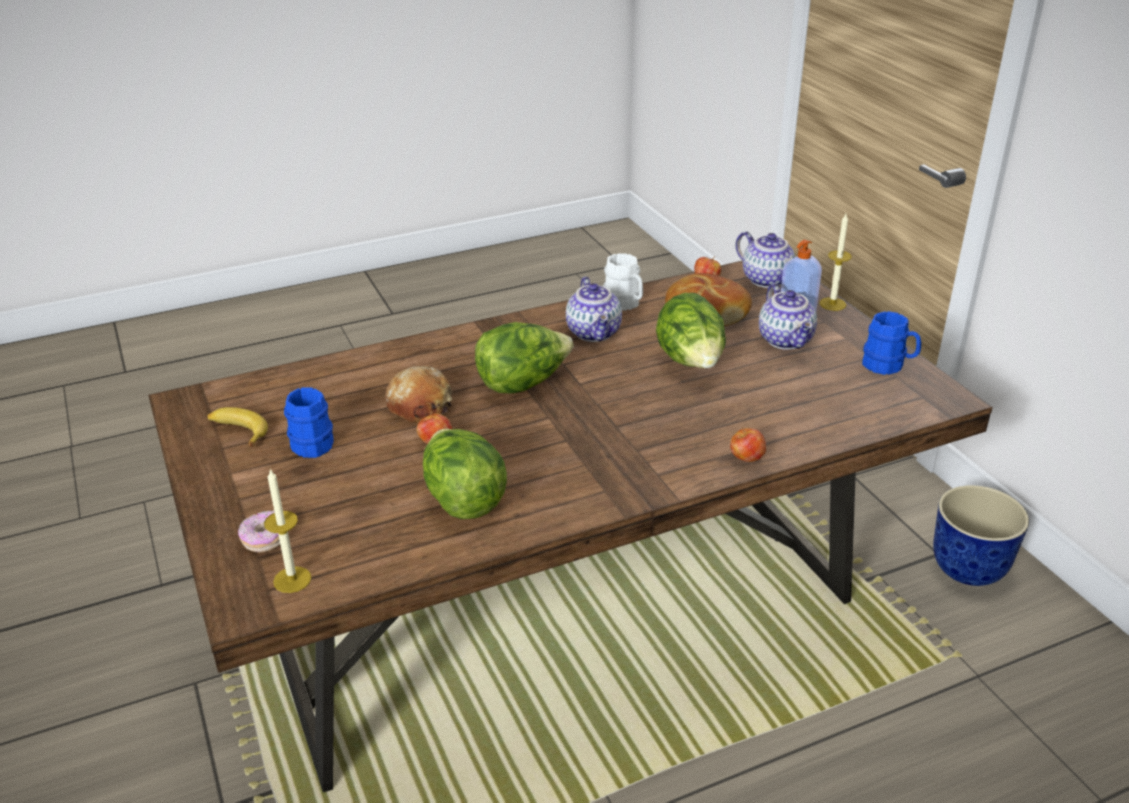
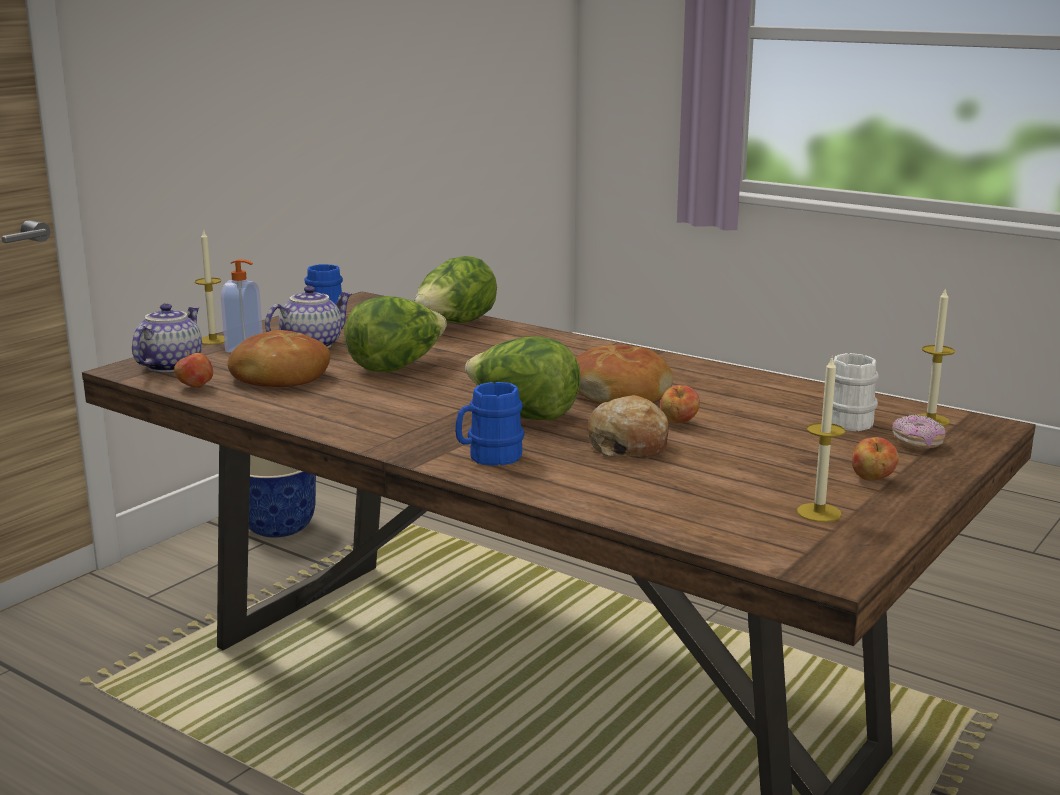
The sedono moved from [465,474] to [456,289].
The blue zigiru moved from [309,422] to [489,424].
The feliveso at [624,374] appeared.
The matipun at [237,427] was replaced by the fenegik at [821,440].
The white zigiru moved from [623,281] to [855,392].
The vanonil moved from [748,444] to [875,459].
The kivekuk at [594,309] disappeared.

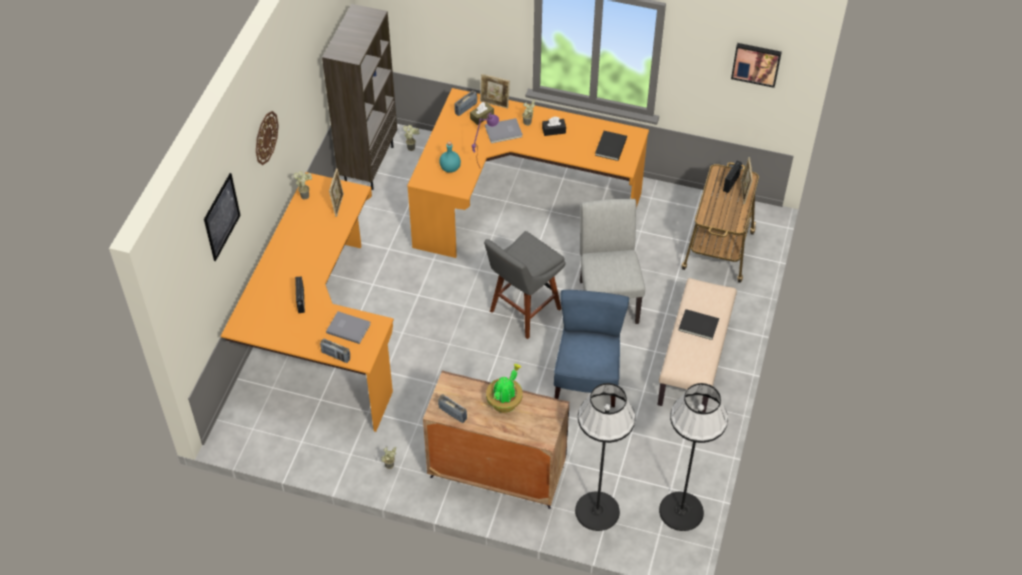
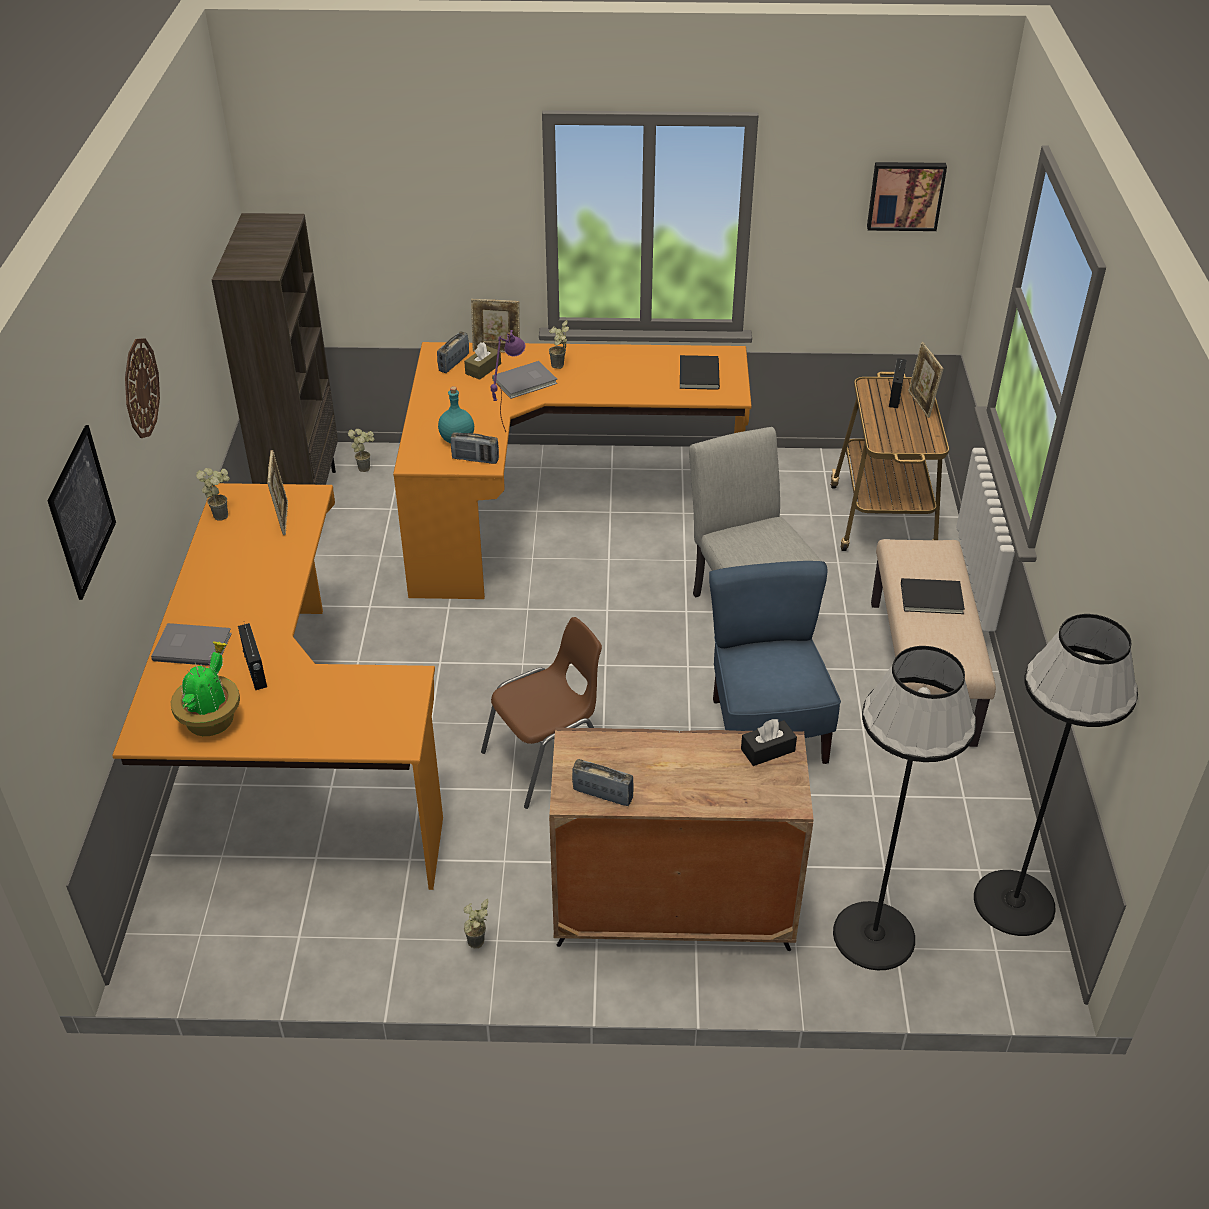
The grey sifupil moved from [348,327] to [191,644].
The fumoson moved from [504,388] to [205,688].
The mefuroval moved from [335,350] to [475,448].
The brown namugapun at [541,713] appeared.
The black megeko moved from [554,126] to [769,742].
The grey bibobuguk at [525,285] disappeared.

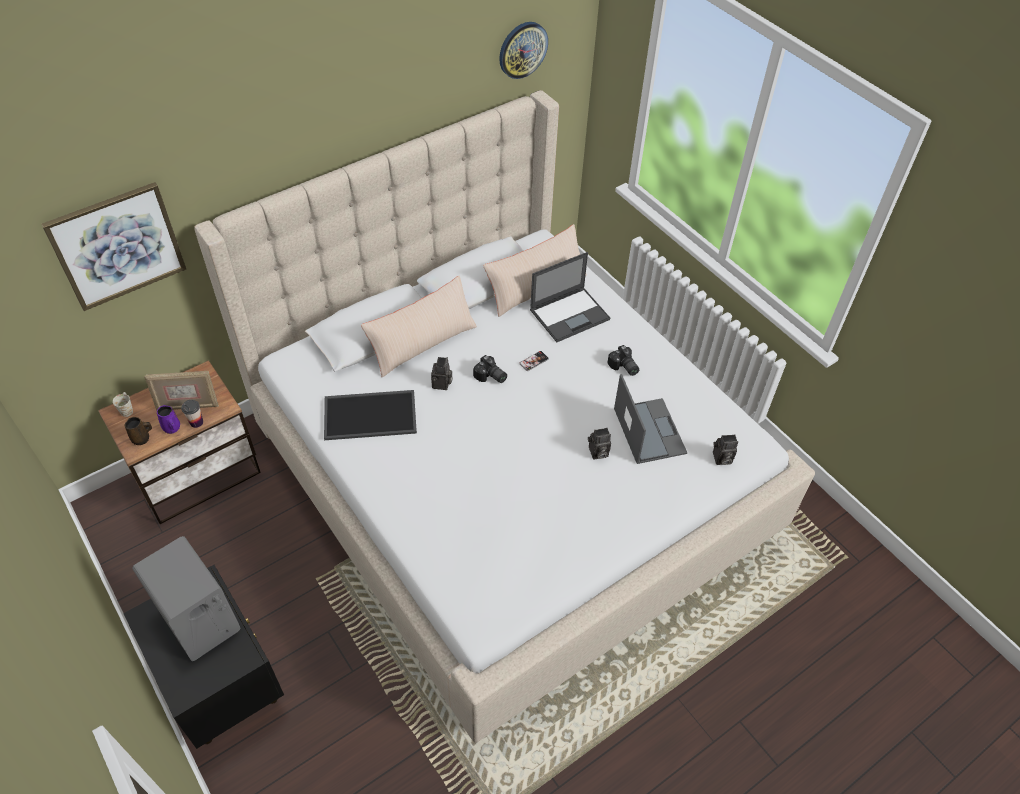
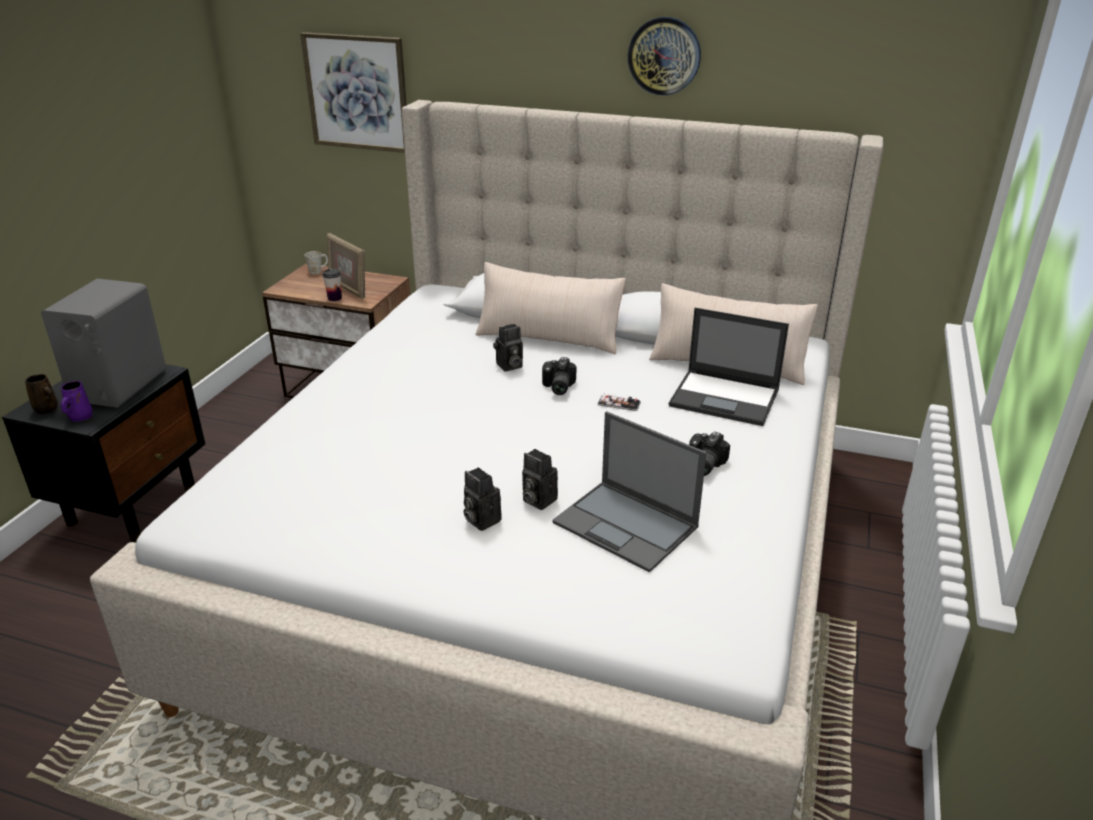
The brown zigiru moved from [138,431] to [41,394].
The purple zigiru moved from [168,419] to [76,401].
The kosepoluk moved from [725,449] to [483,499].
The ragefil at [650,419] turned 90 degrees clockwise.
The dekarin moved from [523,50] to [664,56].
The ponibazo at [370,415] disappeared.

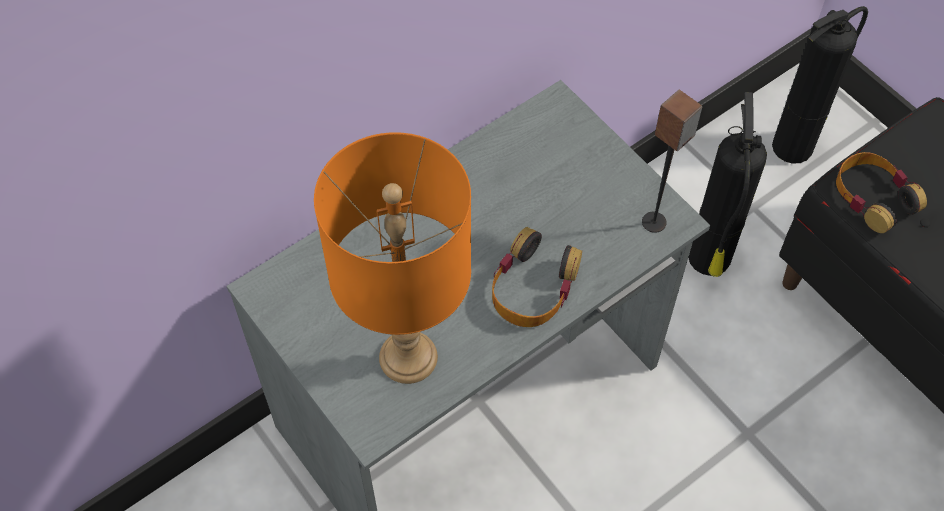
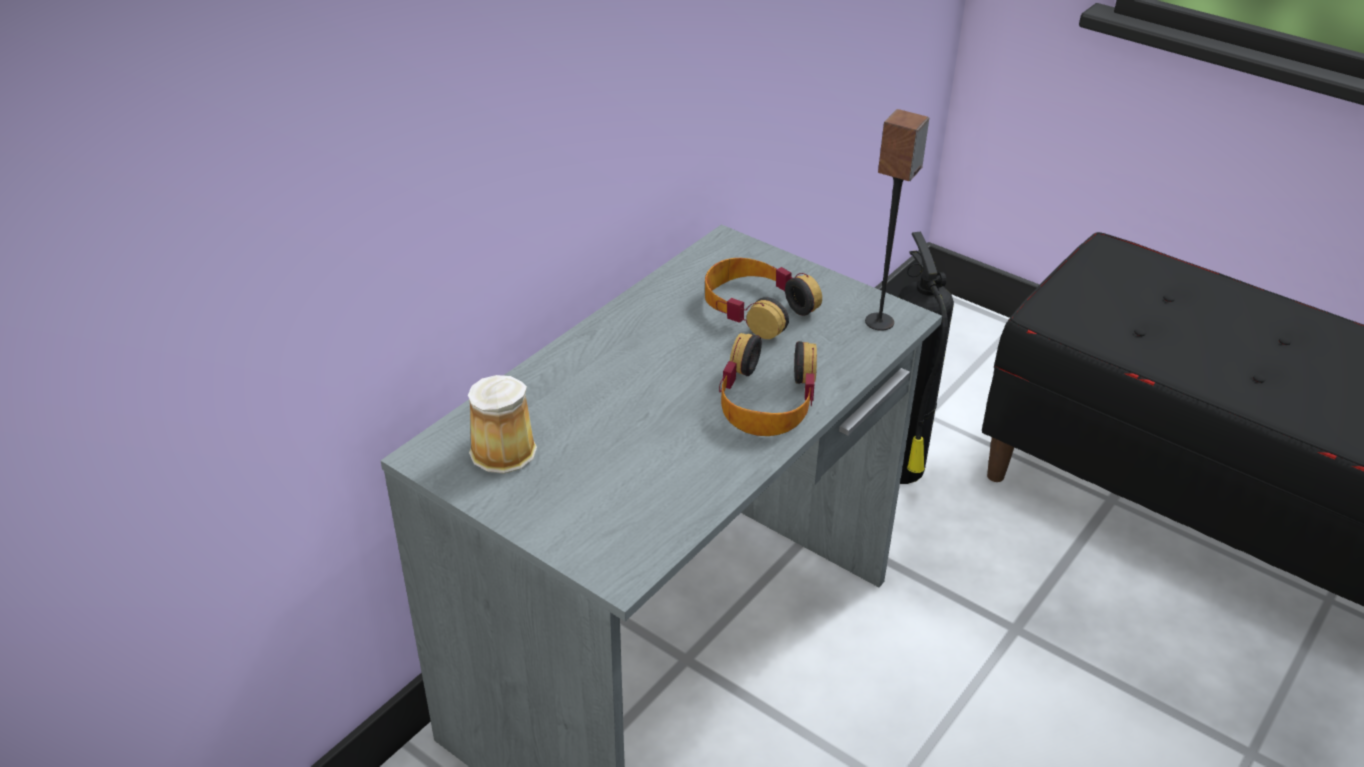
The zigiru at [502,424] appeared.
The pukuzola moved from [881,192] to [763,298].
The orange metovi at [392,258] disappeared.
The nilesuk at [820,85] disappeared.

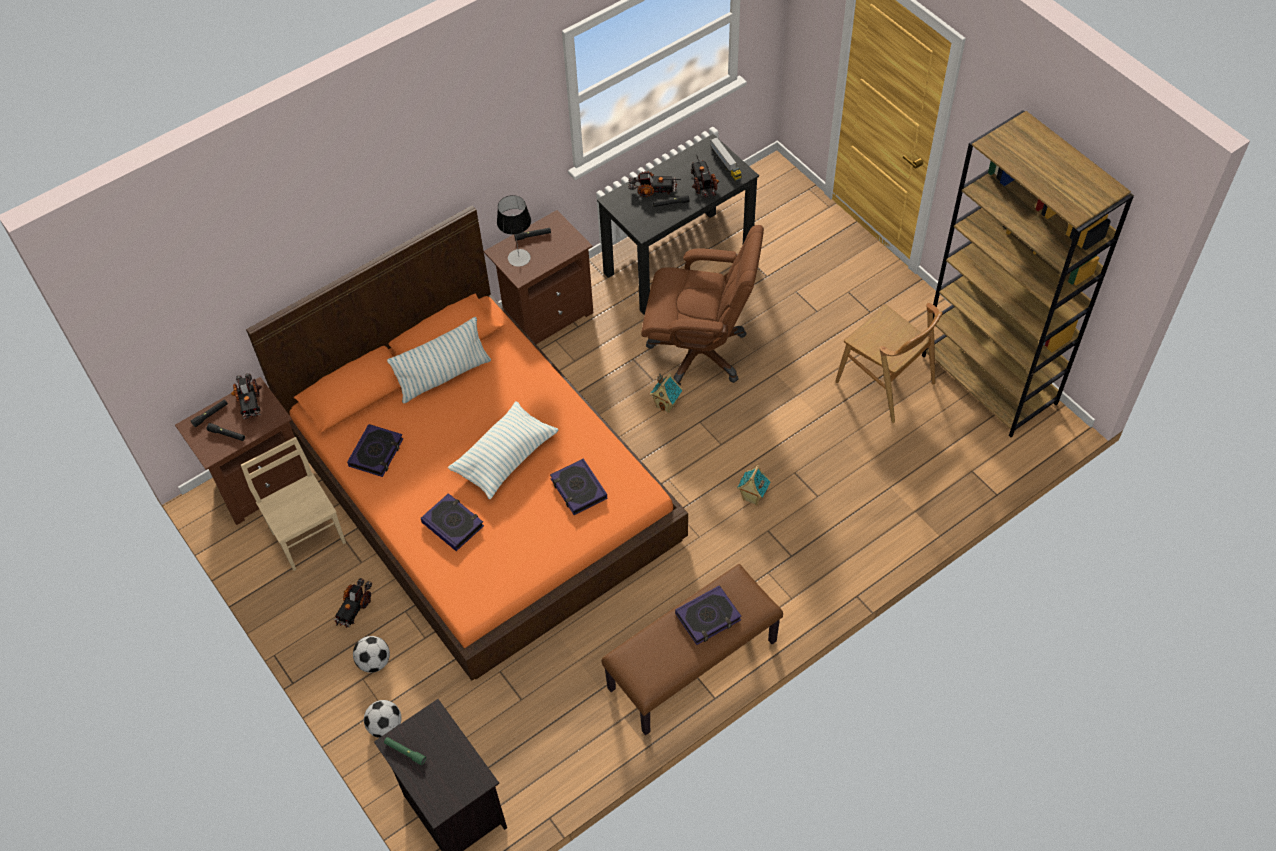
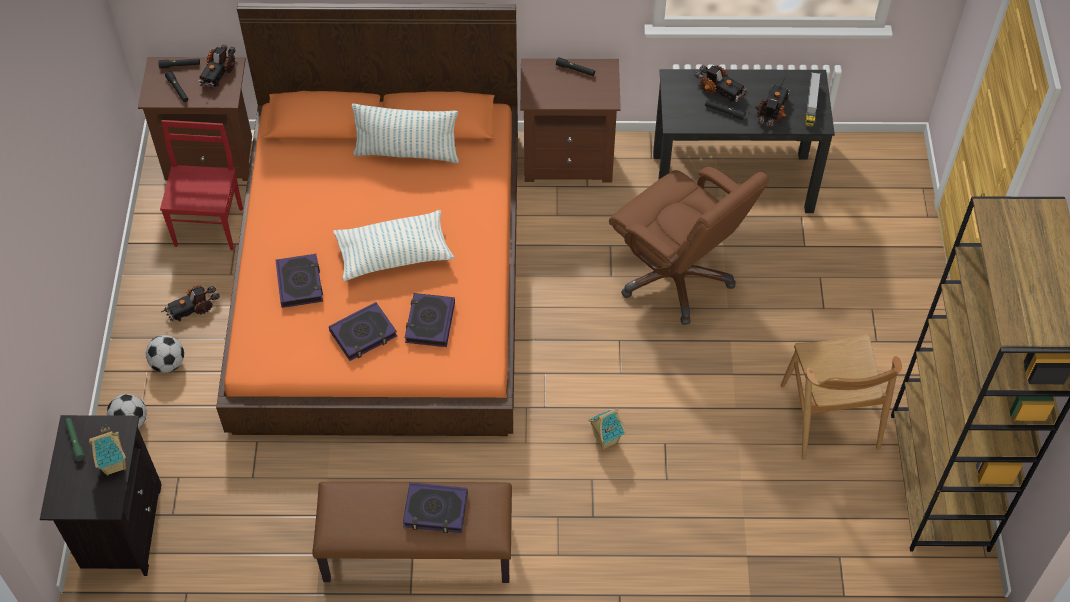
The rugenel moved from [666,393] to [107,450].
The beige namugapun at [293,504] became the red namugapun at [201,185].
The sifupil moved from [375,450] to [363,331].
The metovi at [514,231] disappeared.

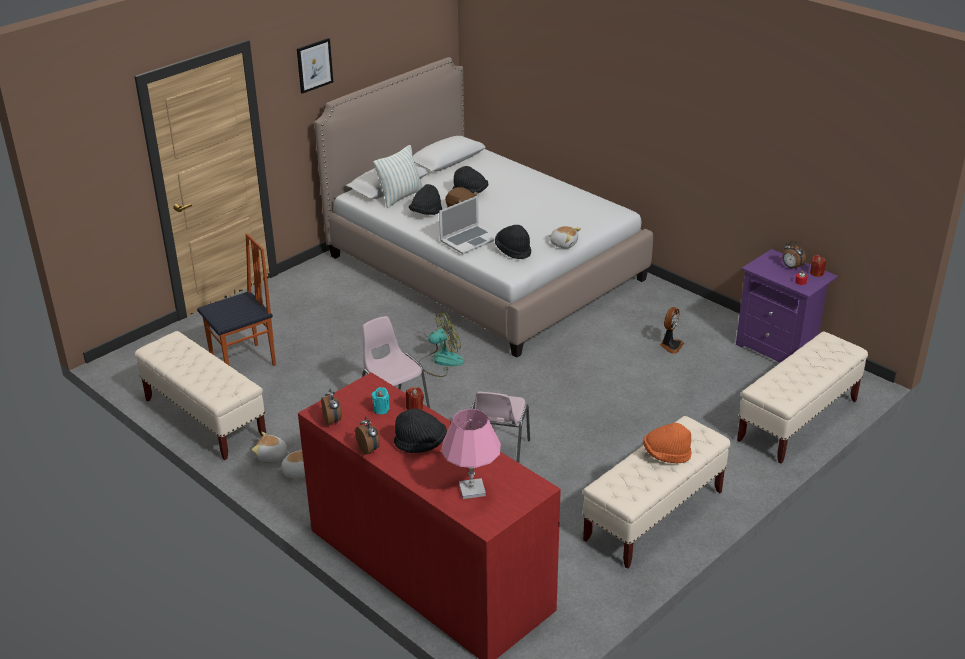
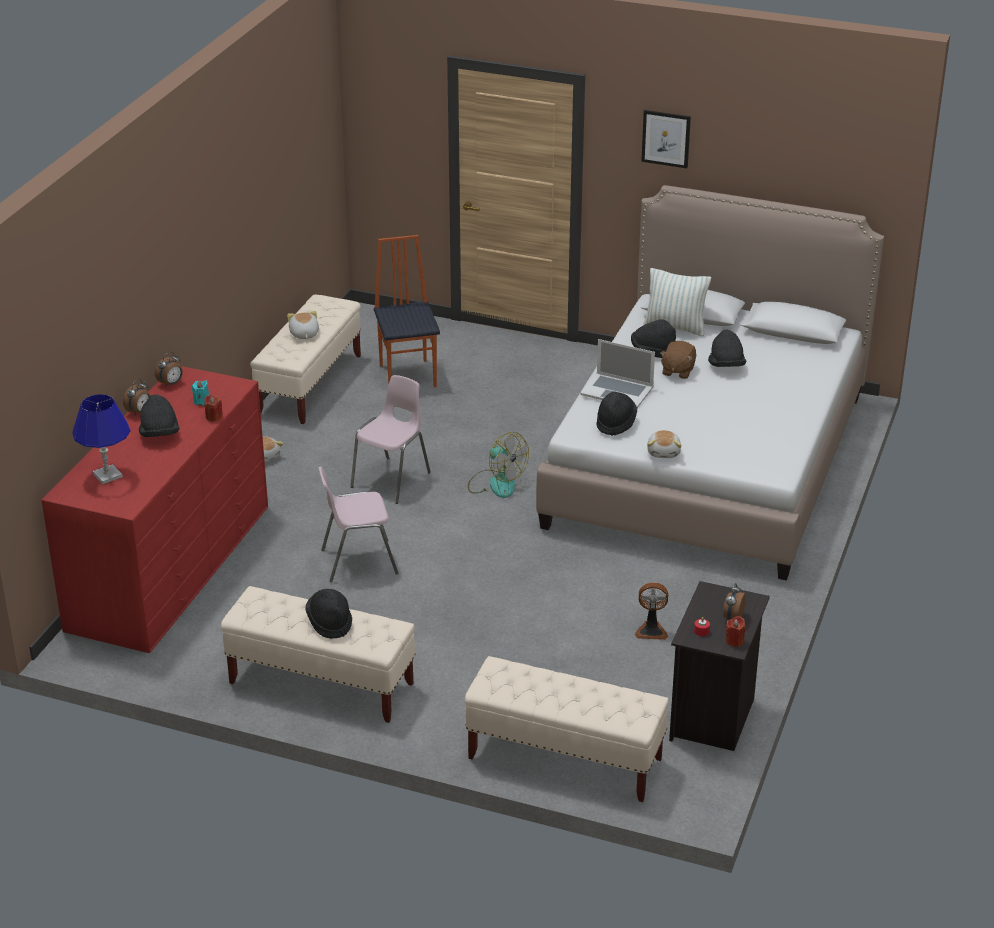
The pink metovi at [471,454] became the blue metovi at [101,439].
The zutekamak moved from [271,447] to [303,325].
The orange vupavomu at [667,443] became the black vupavomu at [329,614].
The namugapun at [236,299] turned 135 degrees counterclockwise.
The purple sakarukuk at [787,306] became the black sakarukuk at [719,666].

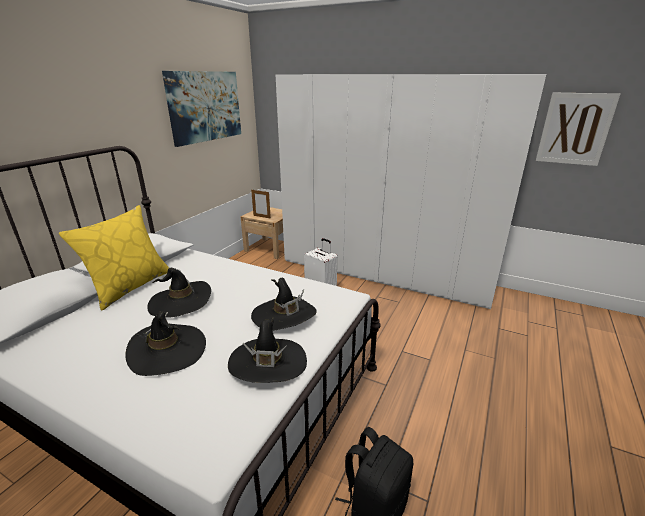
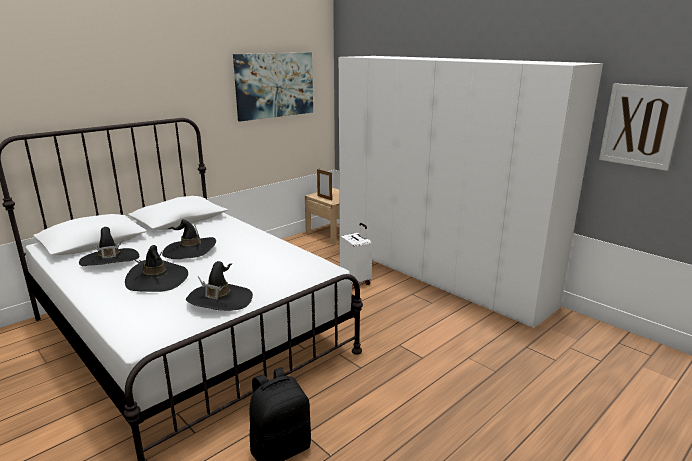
The black vupavomu moved from [284,304] to [109,246].
The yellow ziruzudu at [114,258] disappeared.

